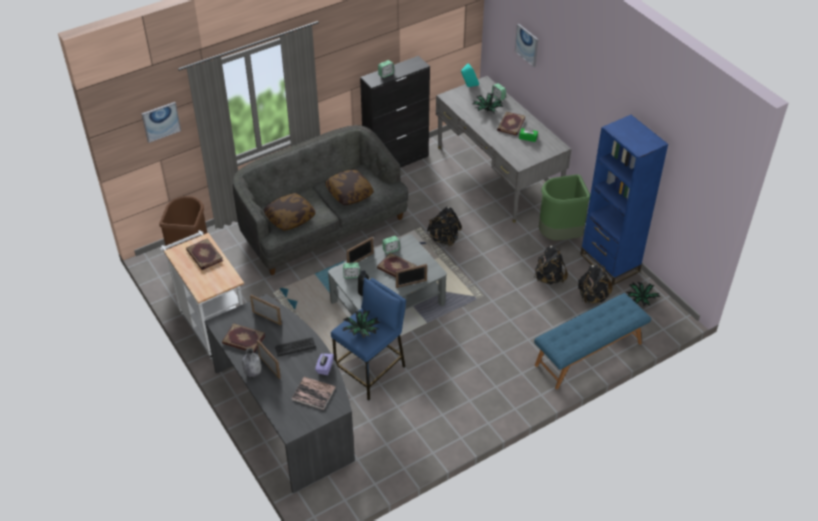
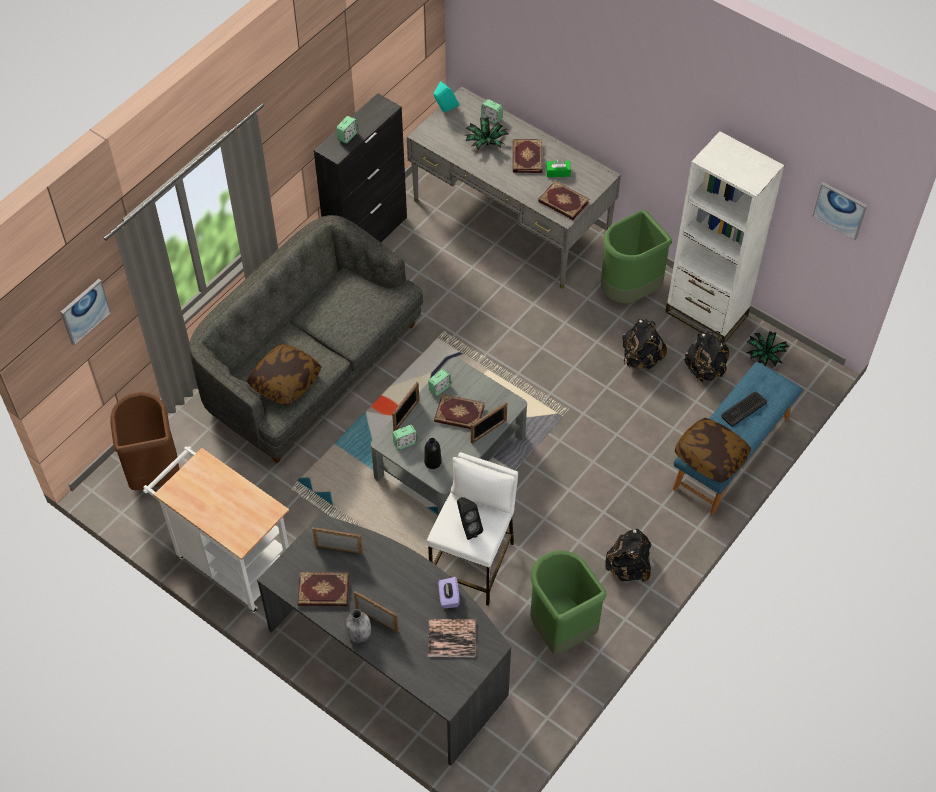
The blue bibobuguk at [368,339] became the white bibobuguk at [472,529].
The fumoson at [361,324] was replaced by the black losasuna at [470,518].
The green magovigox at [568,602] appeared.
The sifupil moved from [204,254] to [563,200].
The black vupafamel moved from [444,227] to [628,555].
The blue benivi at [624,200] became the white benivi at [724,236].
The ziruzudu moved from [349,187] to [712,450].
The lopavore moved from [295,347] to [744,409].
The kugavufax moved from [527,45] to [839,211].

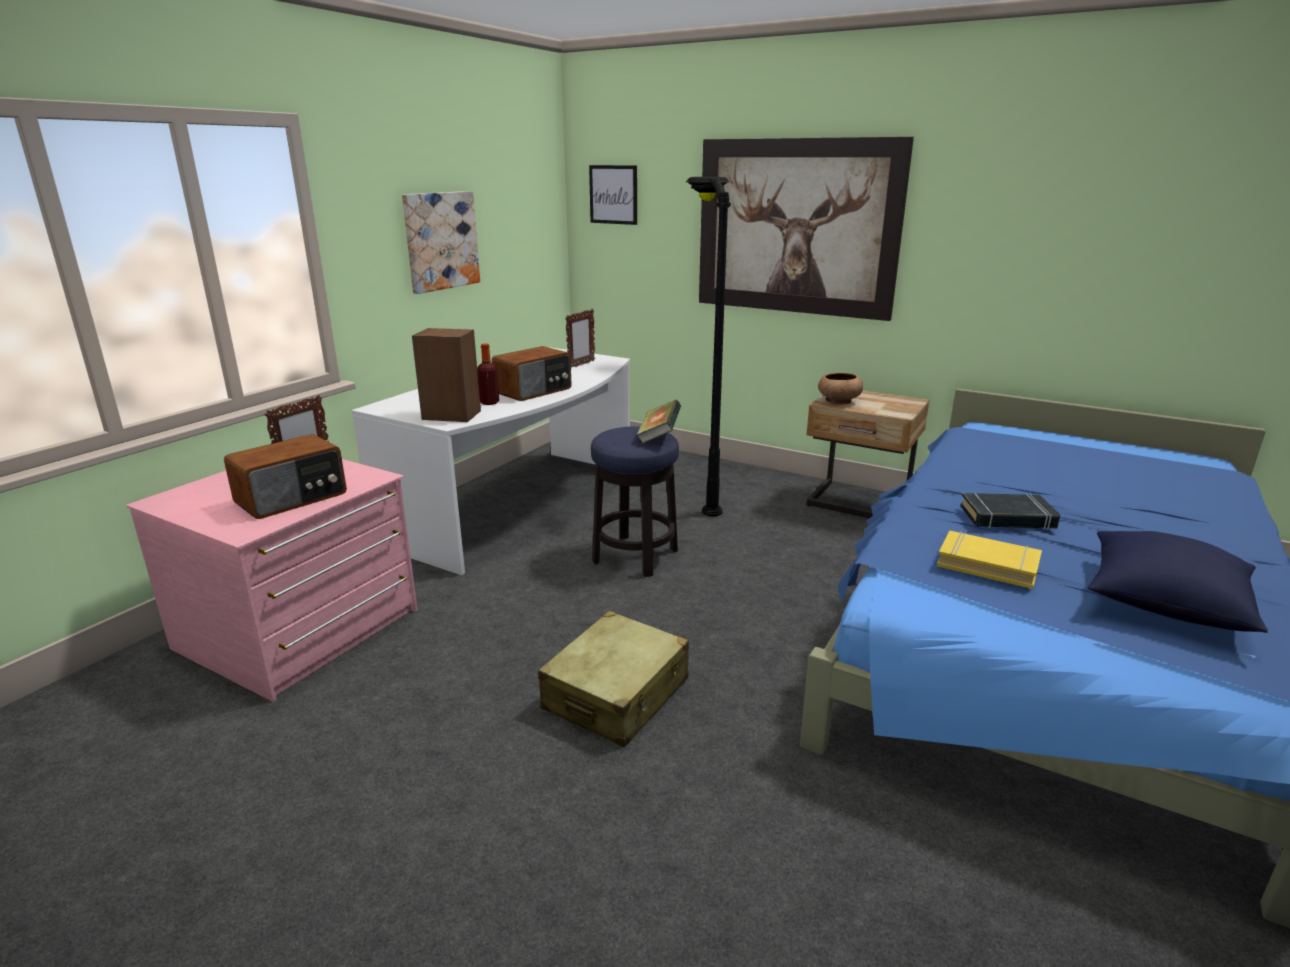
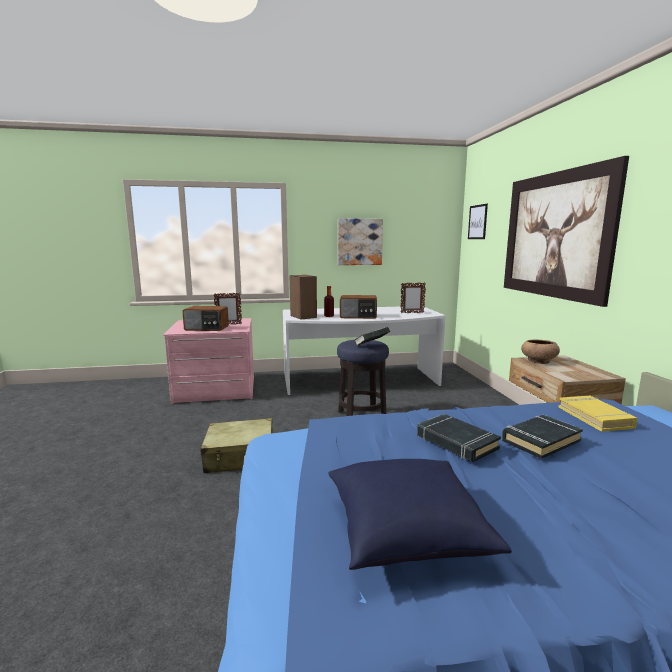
The black sifupil at [542,437] appeared.
The yellow sifupil moved from [989,560] to [598,414].
The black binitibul at [708,346] disappeared.

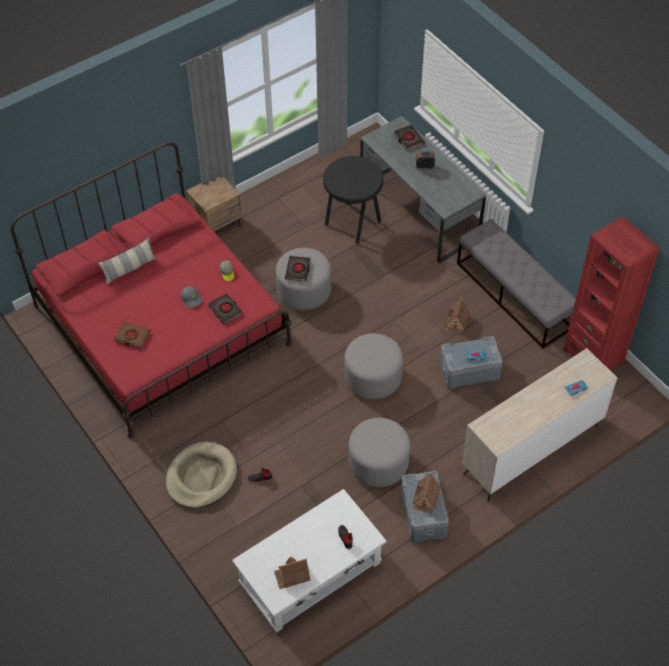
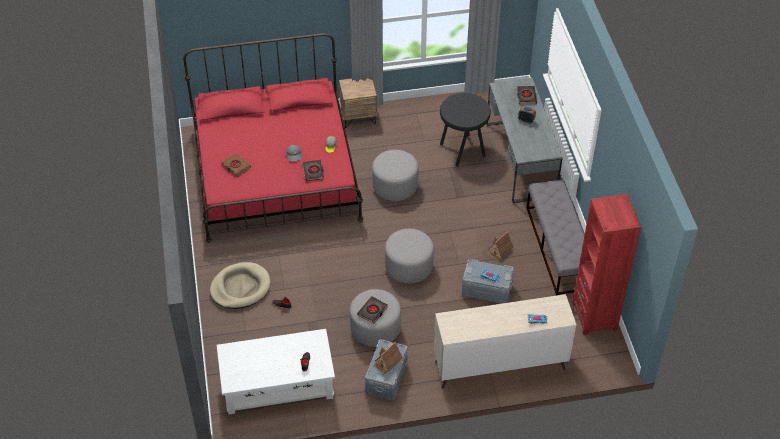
The black sifupil moved from [298,269] to [372,310].
The ziruzudu at [127,260] disappeared.
The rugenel at [292,572] disappeared.

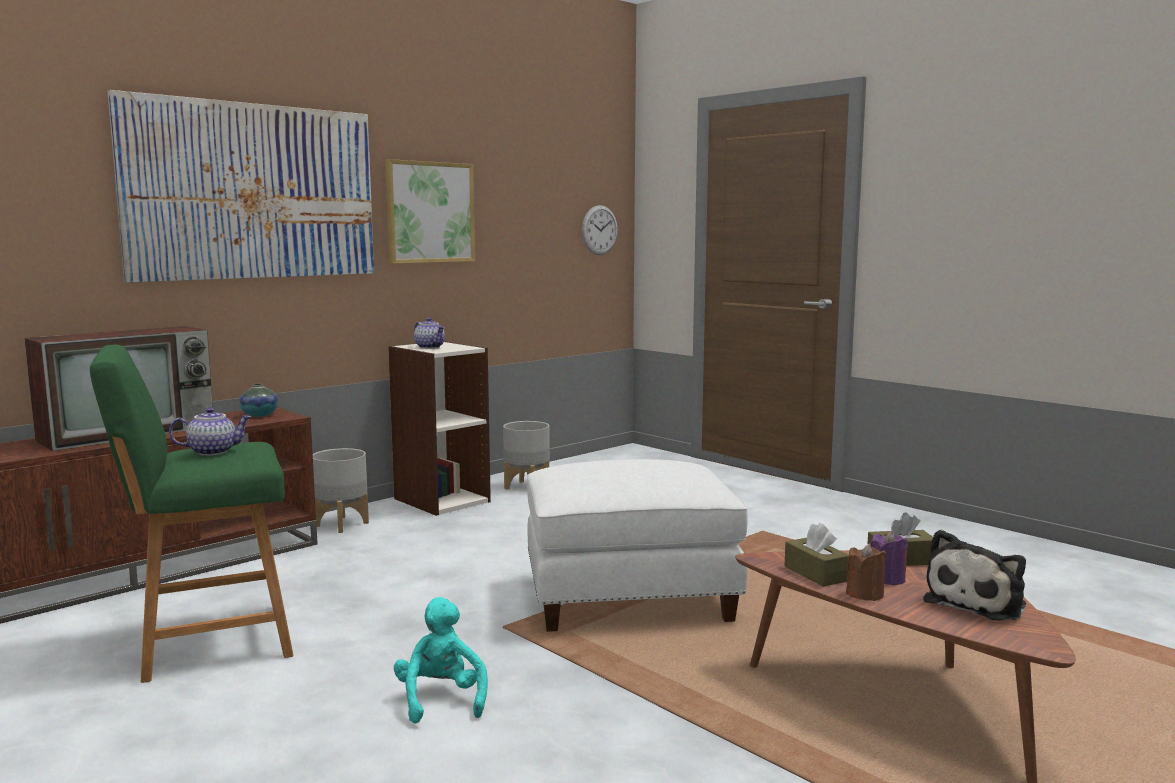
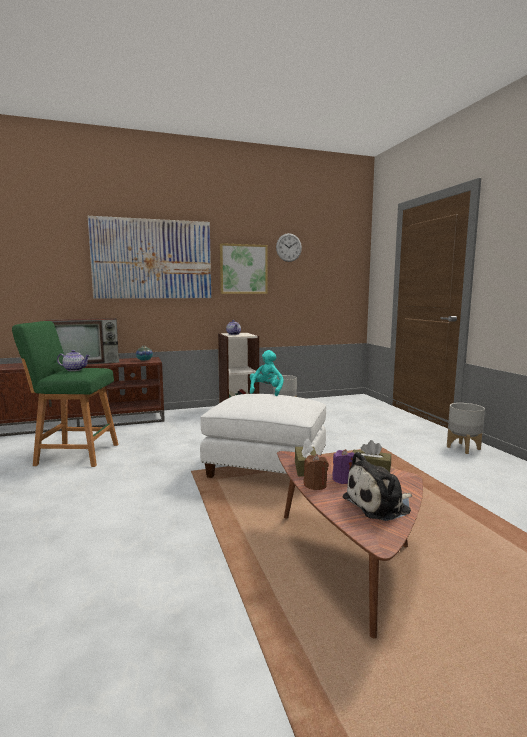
The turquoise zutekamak moved from [441,660] to [267,373].
The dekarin moved from [600,230] to [289,247].
The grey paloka moved from [341,490] to [466,428].

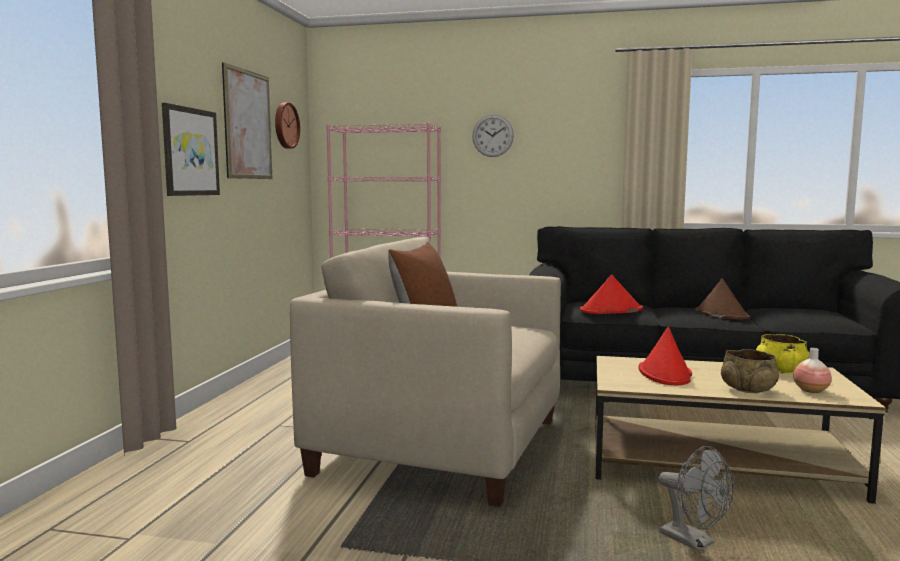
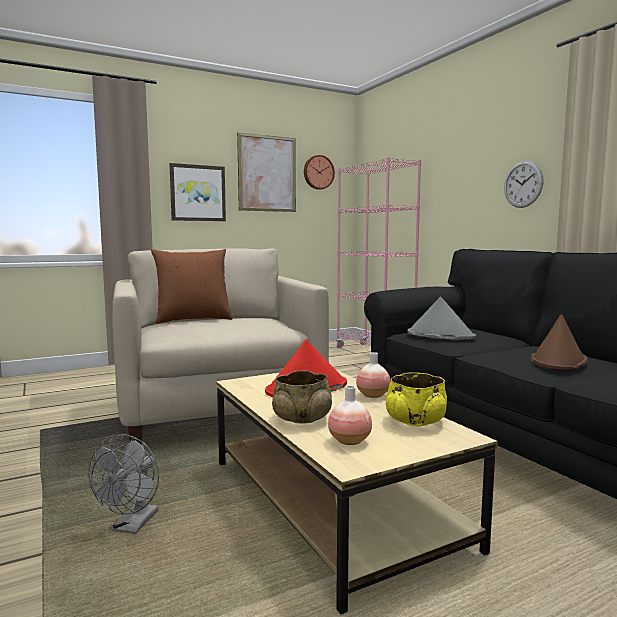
The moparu at [373,375] appeared.
The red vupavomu at [611,294] became the grey vupavomu at [441,318].
The dekarin moved from [493,136] to [524,184].

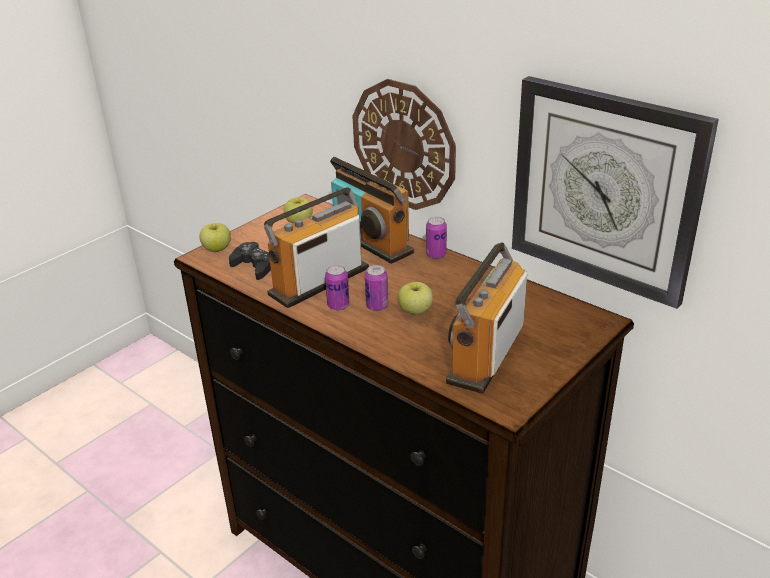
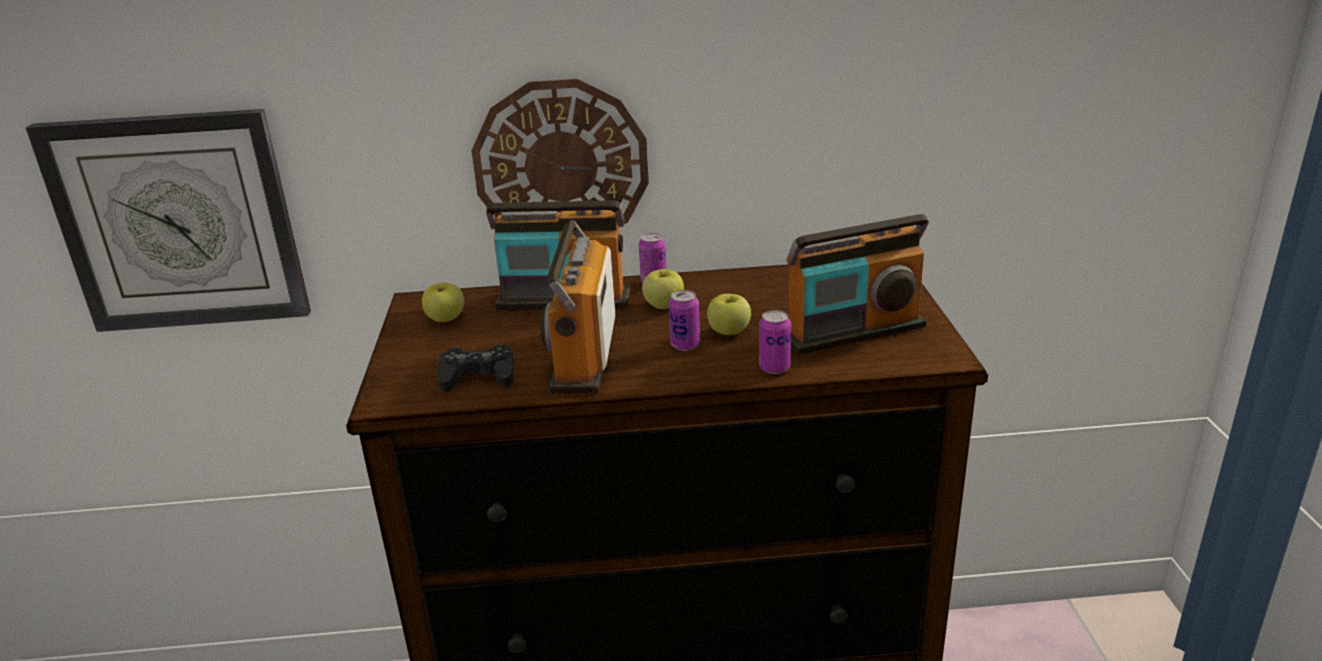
The dekarin moved from [615,192] to [168,220].
The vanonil moved from [215,237] to [663,289].
The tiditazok moved from [337,287] to [775,342].
The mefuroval at [486,318] turned 90 degrees counterclockwise.

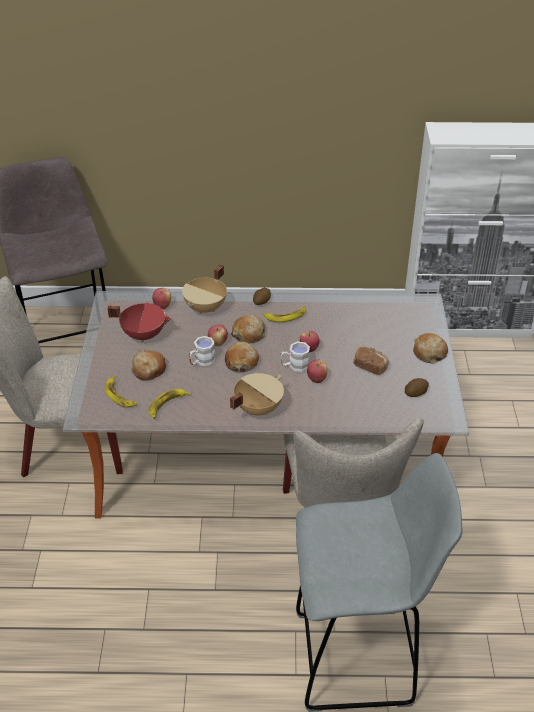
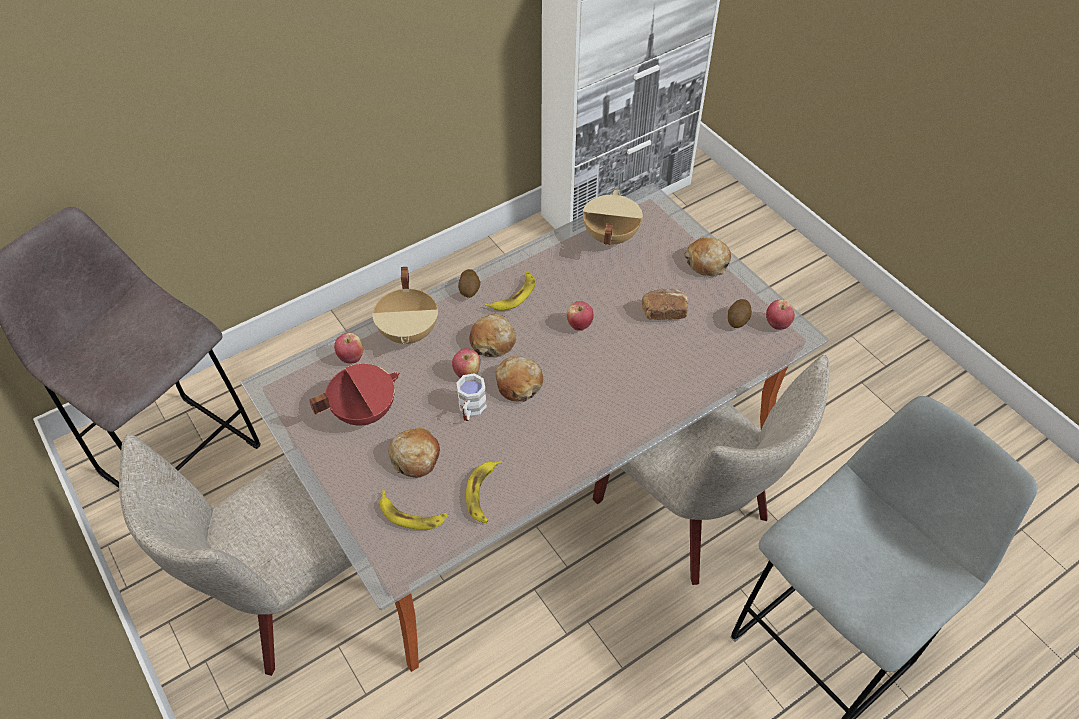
The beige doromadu moved from [257,394] to [613,218].
The vanonil moved from [317,371] to [780,315].
The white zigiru at [295,357] disappeared.

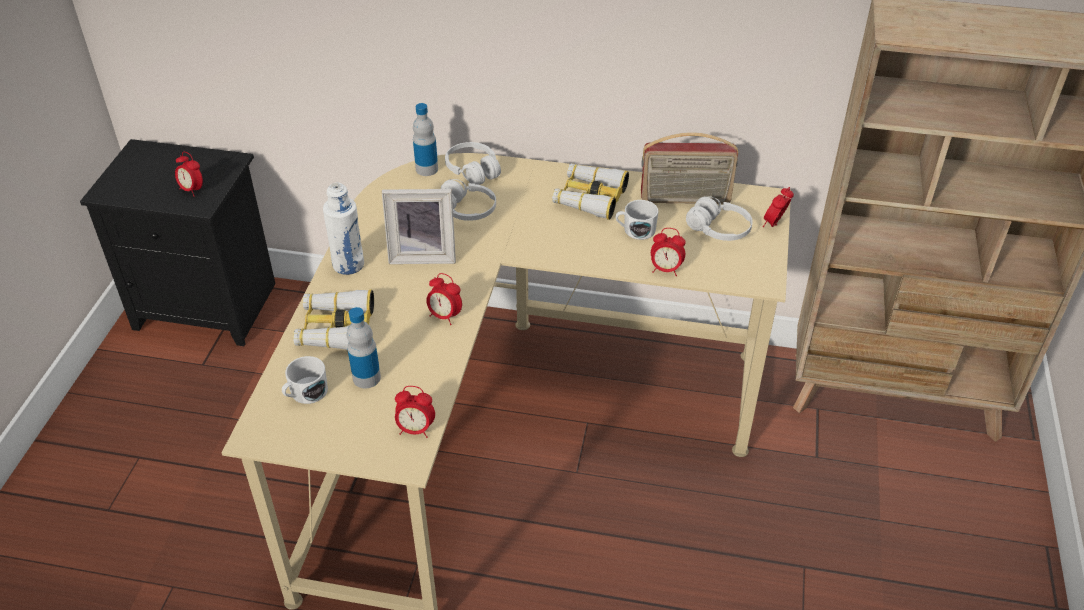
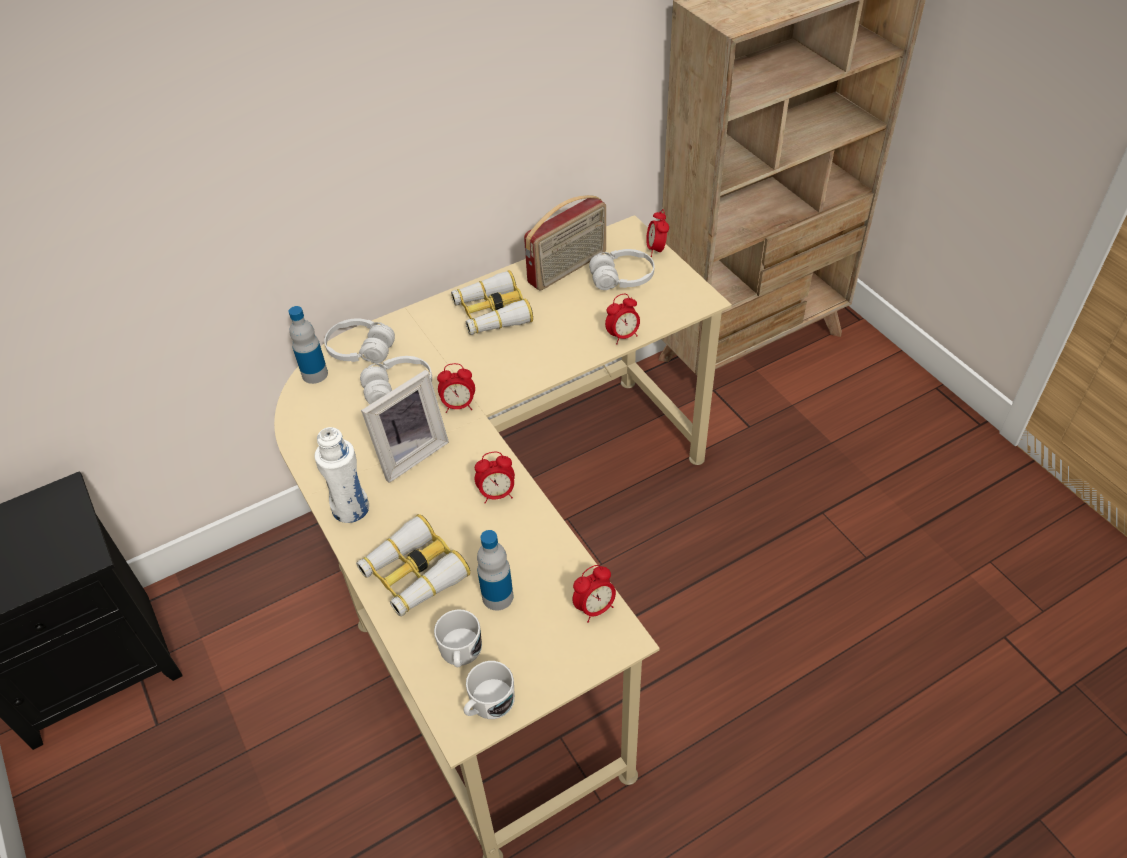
The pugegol moved from [189,174] to [456,388].
The white zigiru moved from [637,220] to [489,690].

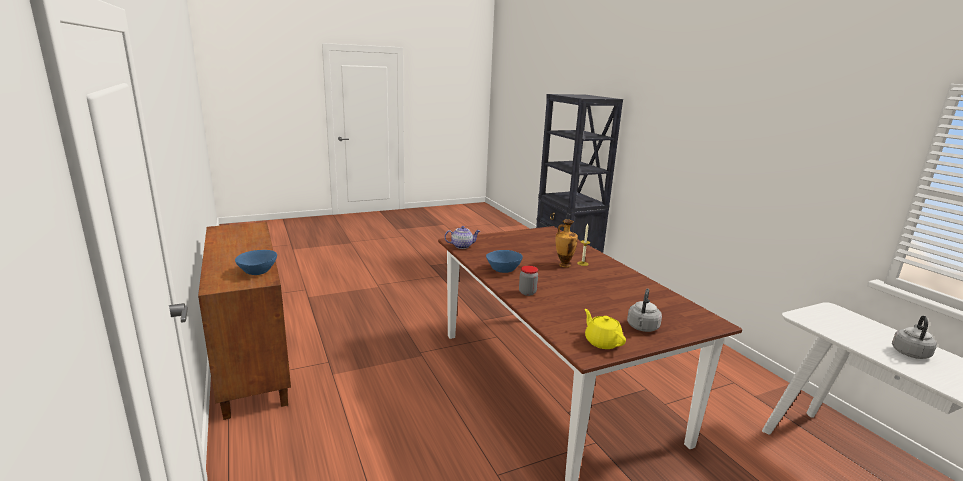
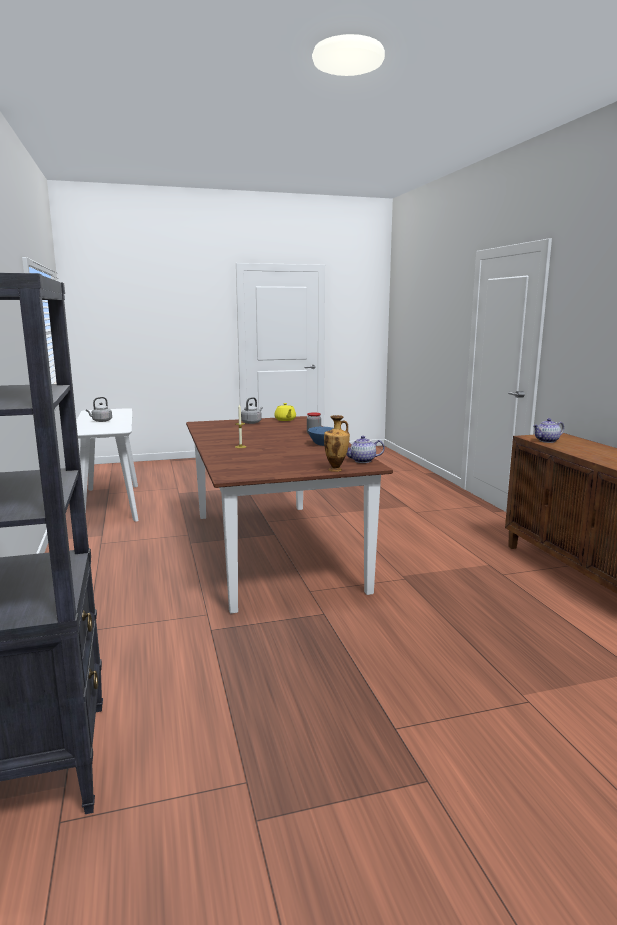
The moparu moved from [566,243] to [337,443].
The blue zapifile at [256,262] was replaced by the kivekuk at [548,430].

